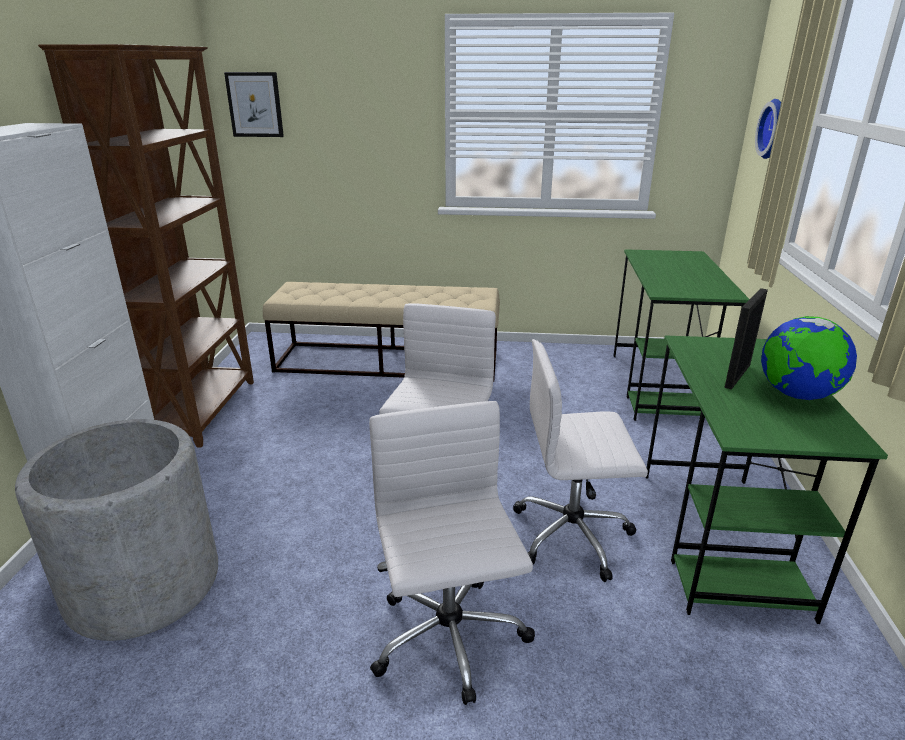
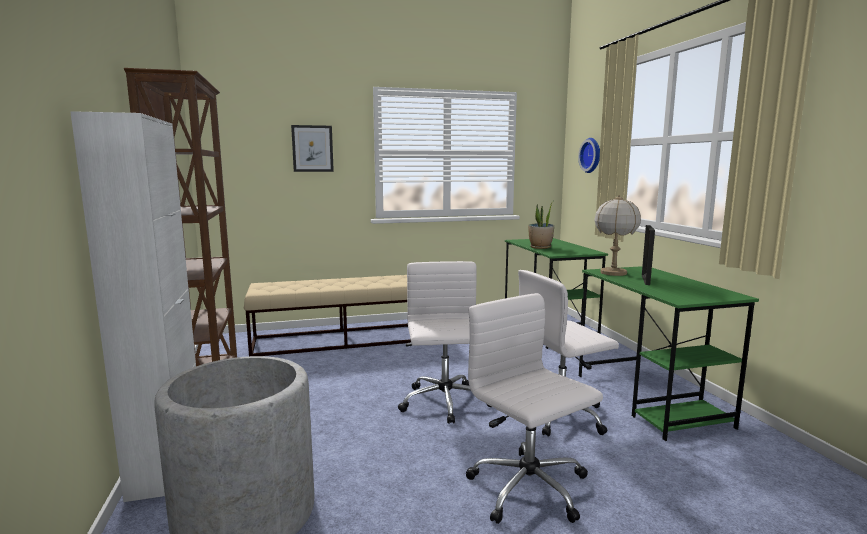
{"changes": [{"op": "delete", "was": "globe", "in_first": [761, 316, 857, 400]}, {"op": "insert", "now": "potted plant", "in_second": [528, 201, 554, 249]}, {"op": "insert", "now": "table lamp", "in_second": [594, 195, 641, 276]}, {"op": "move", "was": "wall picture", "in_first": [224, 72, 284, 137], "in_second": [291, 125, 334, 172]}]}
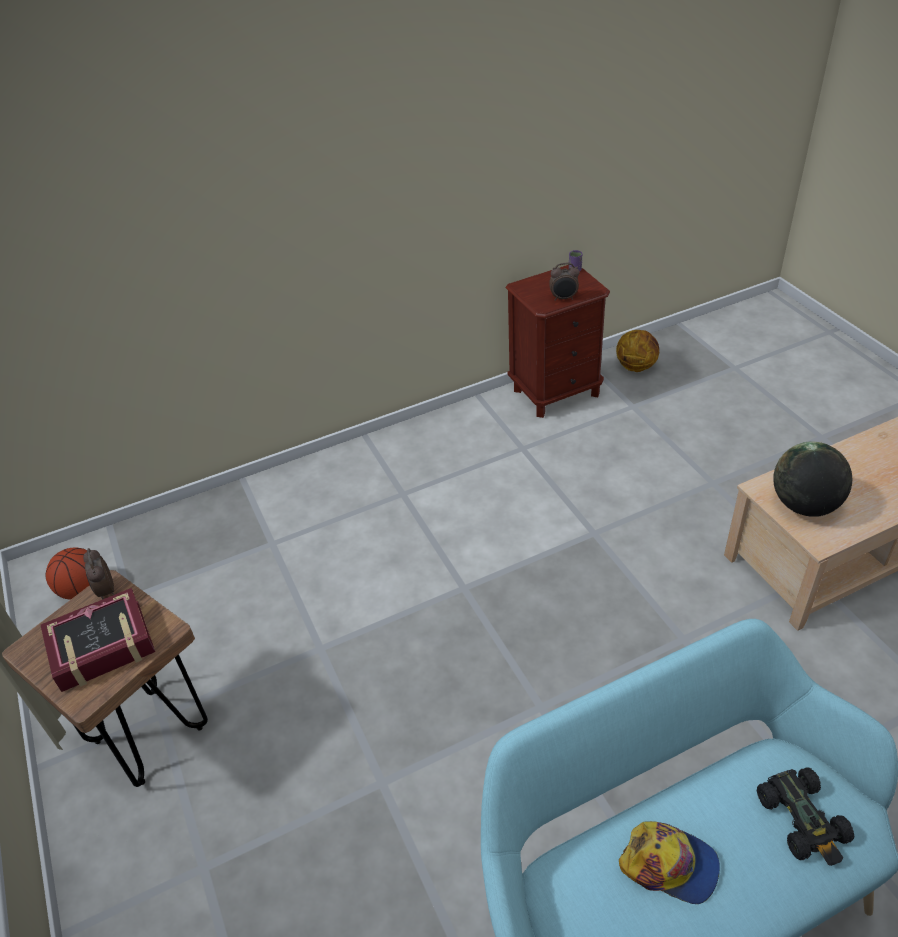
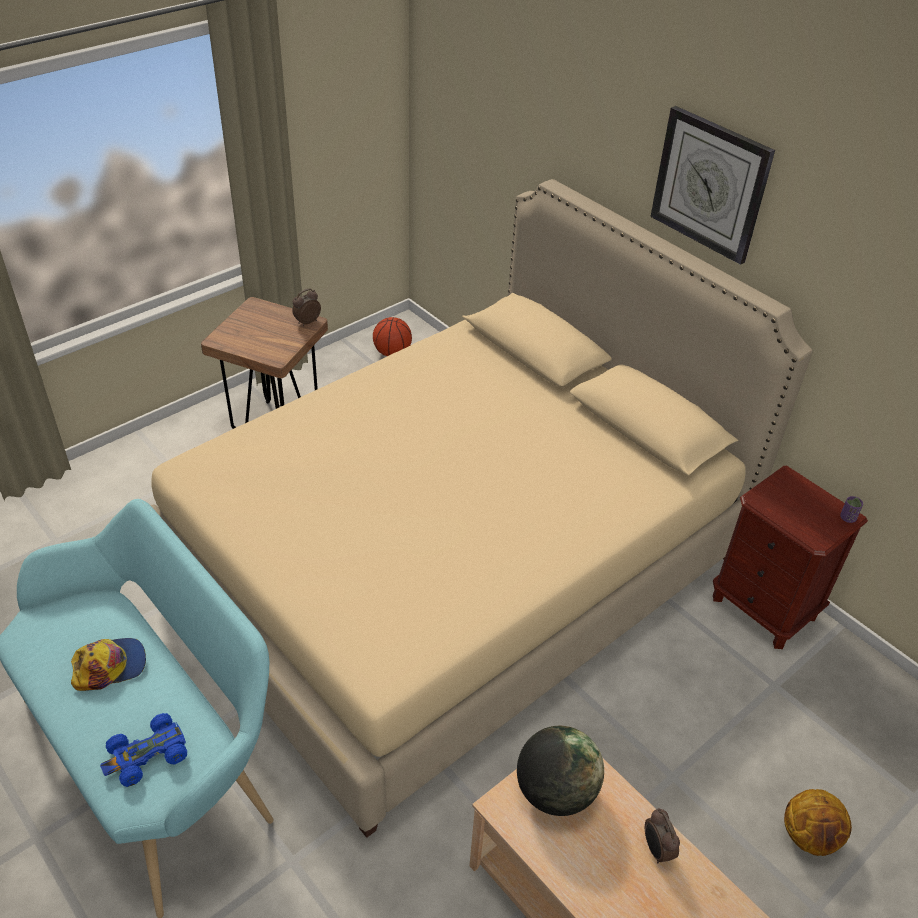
{"changes": [{"op": "delete", "was": "volume", "in_first": [41, 588, 155, 692]}, {"op": "insert", "now": "bed (beige-coloured)", "in_second": [150, 179, 813, 838]}, {"op": "insert", "now": "wall clock", "in_second": [650, 106, 775, 265]}, {"op": "move", "was": "bedside clock", "in_first": [549, 263, 580, 301], "in_second": [645, 808, 680, 863]}, {"op": "move", "was": "basketball", "in_first": [616, 330, 659, 372], "in_second": [784, 789, 852, 856]}, {"op": "recolor", "was": "model car (black-coloured)", "now": "model car (blue)", "in_first": [757, 767, 854, 866], "in_second": [100, 713, 187, 787]}, {"op": "rotate", "was": "baseball cap", "in_first": [619, 821, 720, 904], "in_second": [71, 638, 146, 691], "clockwise": -120}]}
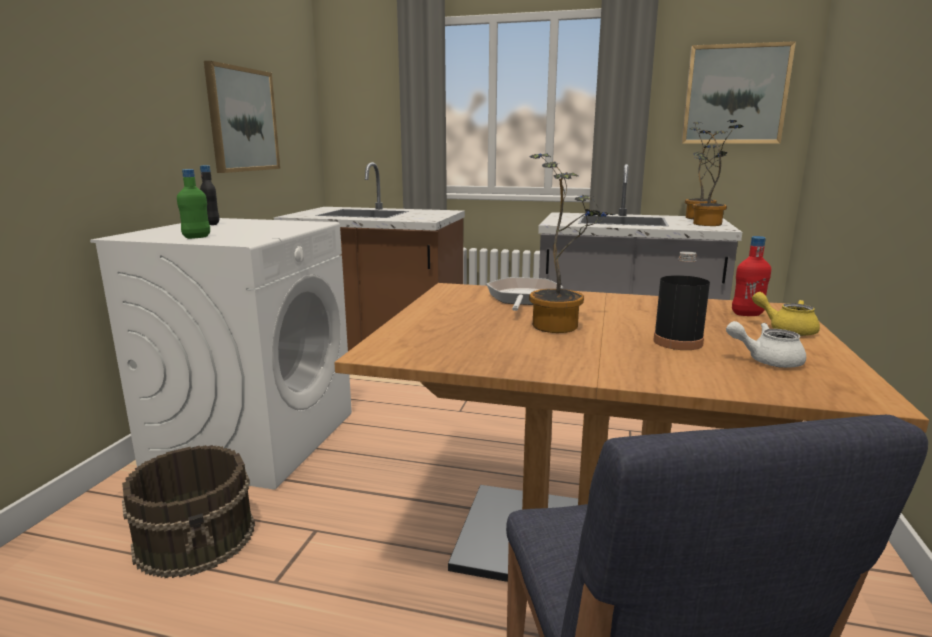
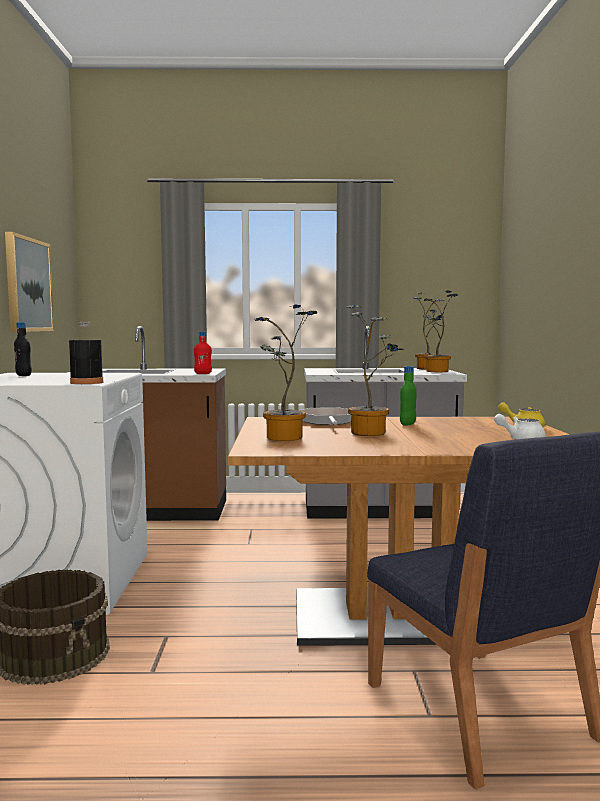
{"changes": [{"op": "delete", "was": "wall picture", "in_first": [681, 41, 796, 144]}, {"op": "insert", "now": "potted plant", "in_second": [255, 305, 317, 441]}, {"op": "move", "was": "bottle (greenish)", "in_first": [177, 169, 210, 239], "in_second": [400, 366, 417, 426]}, {"op": "move", "was": "bottle (black-coloured)", "in_first": [653, 251, 710, 350], "in_second": [69, 322, 103, 384]}, {"op": "move", "was": "bottle (red)", "in_first": [732, 236, 771, 316], "in_second": [194, 332, 212, 374]}]}
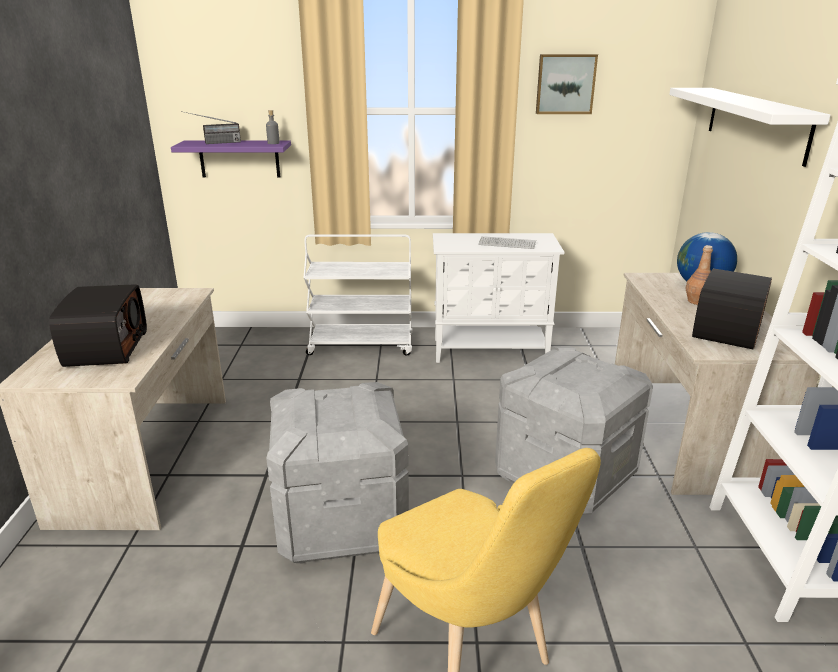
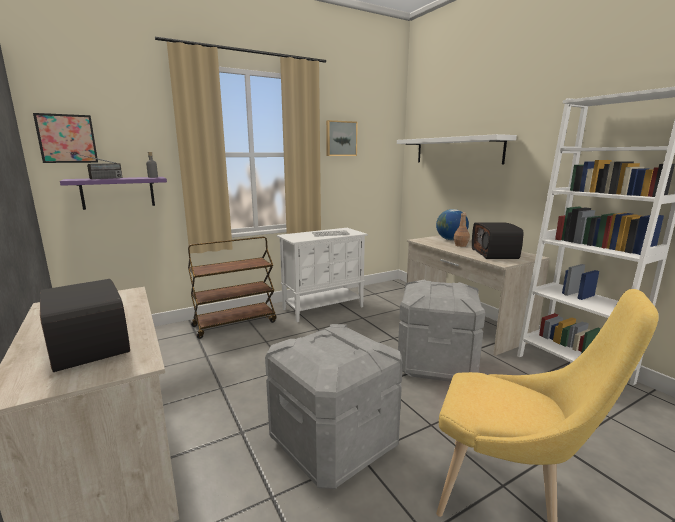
{"changes": [{"op": "insert", "now": "wall picture", "in_second": [33, 113, 98, 163]}, {"op": "recolor", "was": "trolley (whitish)", "now": "trolley (brownish)", "in_first": [303, 234, 413, 356], "in_second": [188, 237, 276, 339]}]}
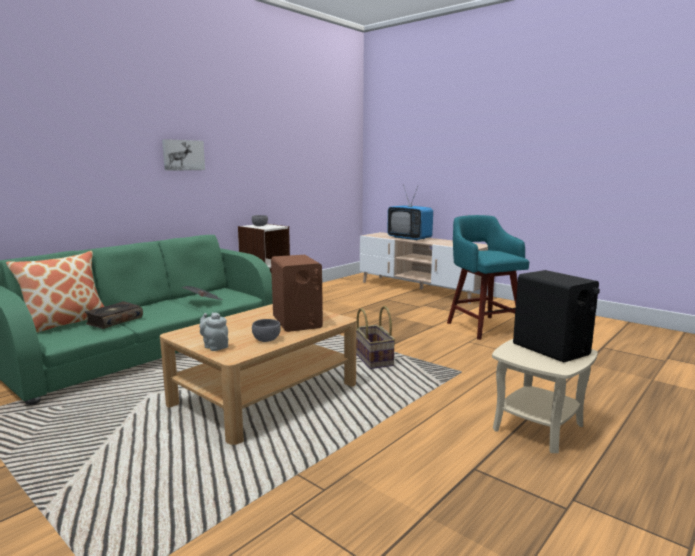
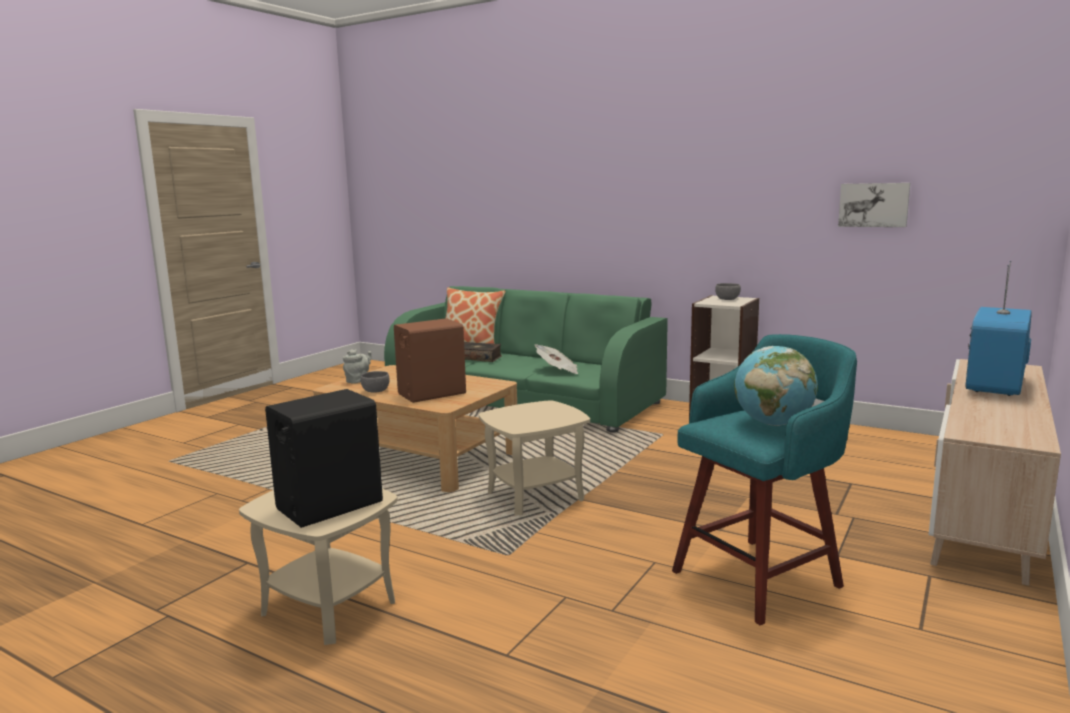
{"changes": [{"op": "insert", "now": "globe", "in_second": [734, 346, 818, 426]}, {"op": "move", "was": "wall picture", "in_first": [162, 139, 205, 171], "in_second": [838, 183, 910, 227]}, {"op": "replace", "was": "storage basket", "now": "end table (beige-coloured)", "in_first": [356, 306, 395, 369], "in_second": [479, 400, 590, 516]}]}
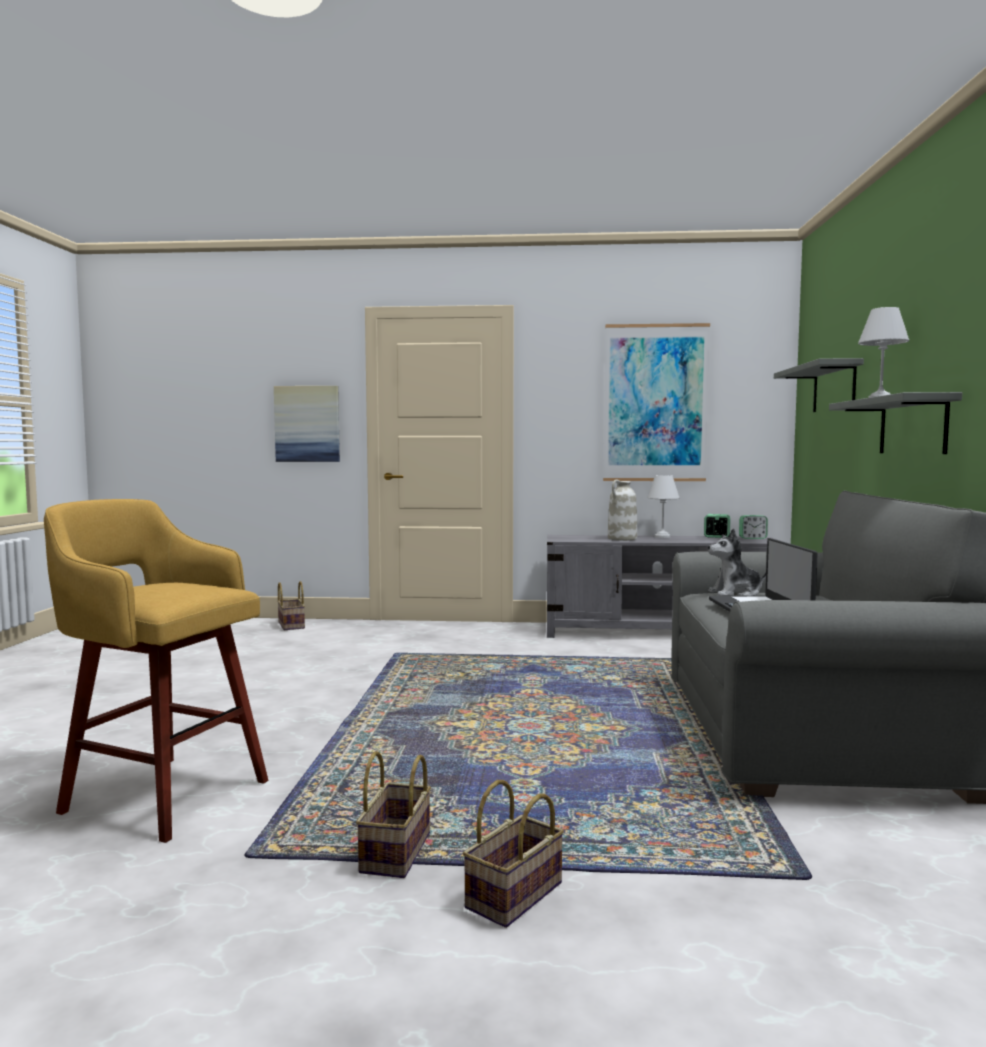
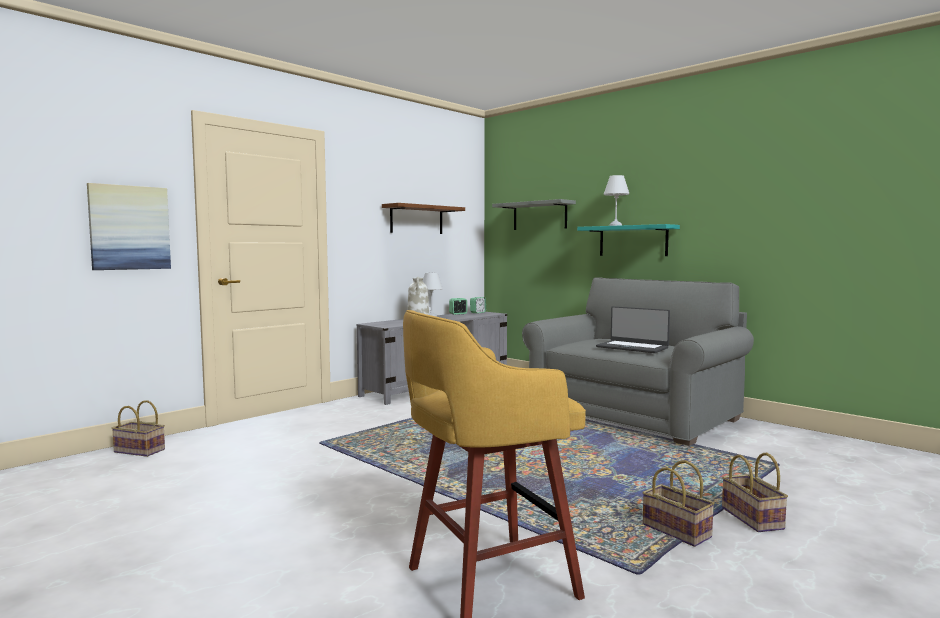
{"changes": [{"op": "delete", "was": "cuddly toy", "in_first": [708, 528, 766, 596]}, {"op": "replace", "was": "wall picture", "now": "bracket shelf (brownish)", "in_first": [603, 323, 710, 481], "in_second": [382, 203, 465, 234]}, {"op": "recolor", "was": "bracket shelf (grey)", "now": "bracket shelf (turquoise)", "in_first": [829, 392, 962, 454], "in_second": [577, 224, 680, 256]}]}
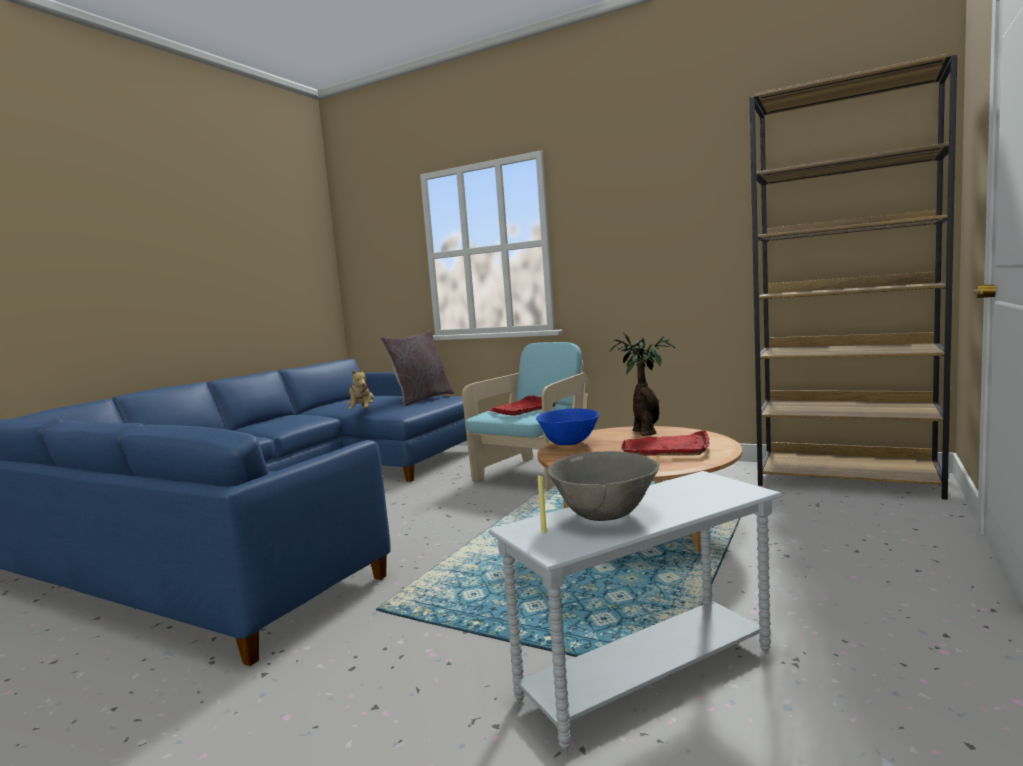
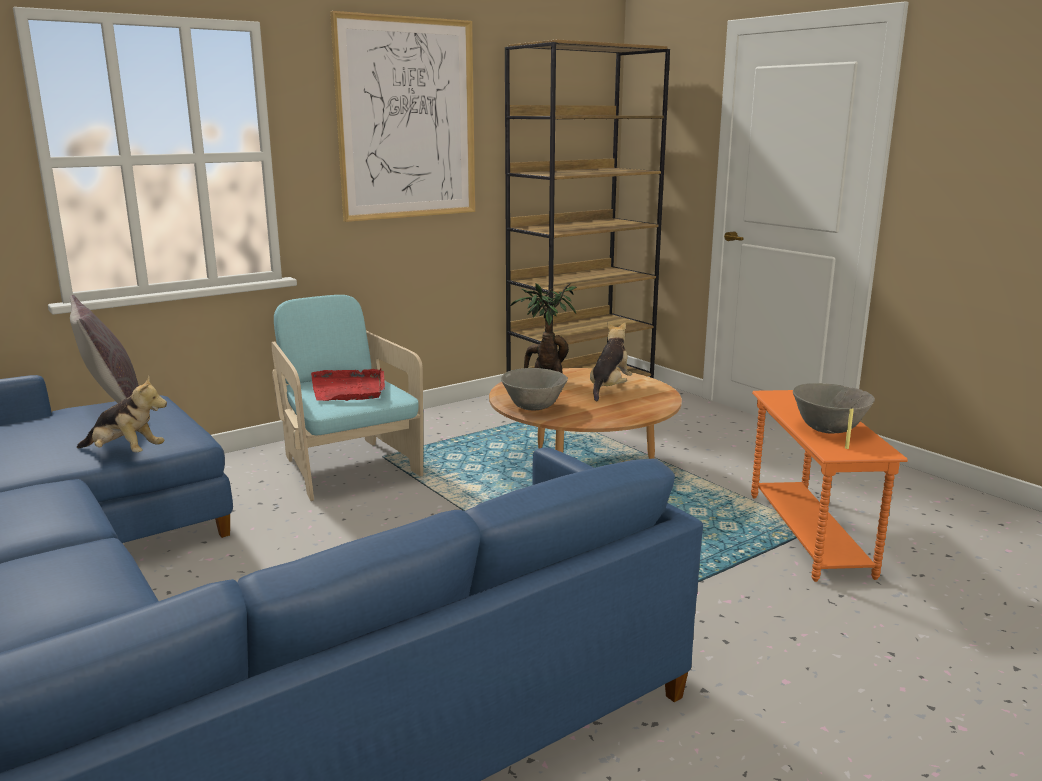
{"changes": [{"op": "insert", "now": "wall picture", "in_second": [330, 11, 475, 222]}, {"op": "replace", "was": "carrying tray (red)", "now": "cuddly toy", "in_first": [621, 430, 709, 456], "in_second": [590, 322, 632, 401]}, {"op": "recolor", "was": "end table (whitish)", "now": "end table (orange-coloured)", "in_first": [489, 471, 782, 751], "in_second": [751, 390, 908, 582]}, {"op": "recolor", "was": "bowl (blue)", "now": "bowl (grey)", "in_first": [536, 408, 599, 445], "in_second": [501, 368, 568, 411]}]}
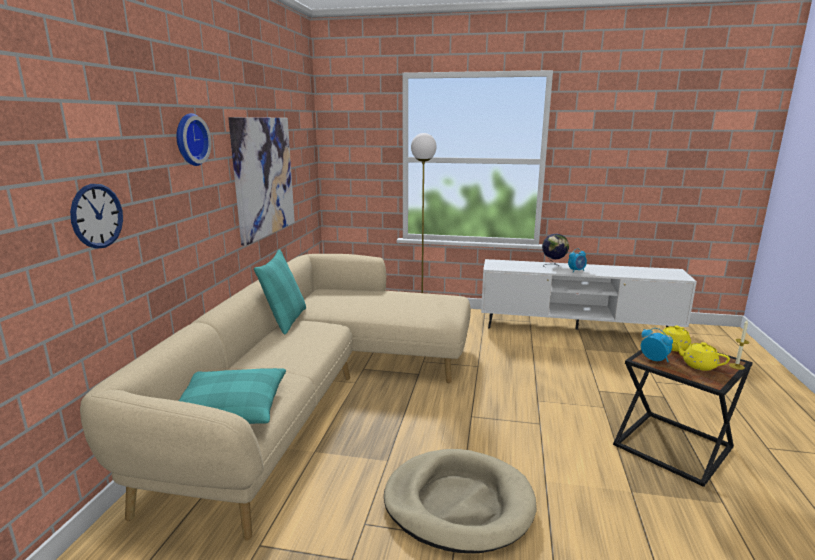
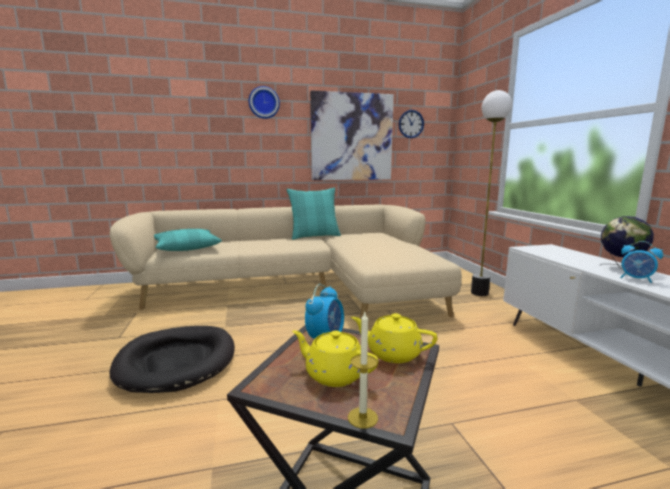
{"changes": [{"op": "move", "was": "wall clock", "in_first": [70, 184, 123, 249], "in_second": [399, 110, 424, 138]}, {"op": "recolor", "was": "dog bed (beige-coloured)", "now": "dog bed (black-coloured)", "in_first": [384, 449, 537, 553], "in_second": [109, 326, 235, 393]}, {"op": "rotate", "was": "pot for tea (yellow-coloured)", "in_first": [673, 341, 730, 371], "in_second": [292, 330, 378, 387], "clockwise": -75}]}
